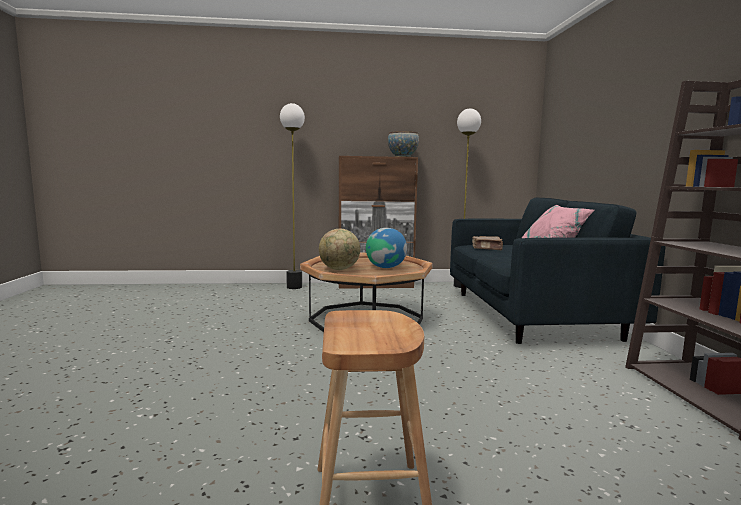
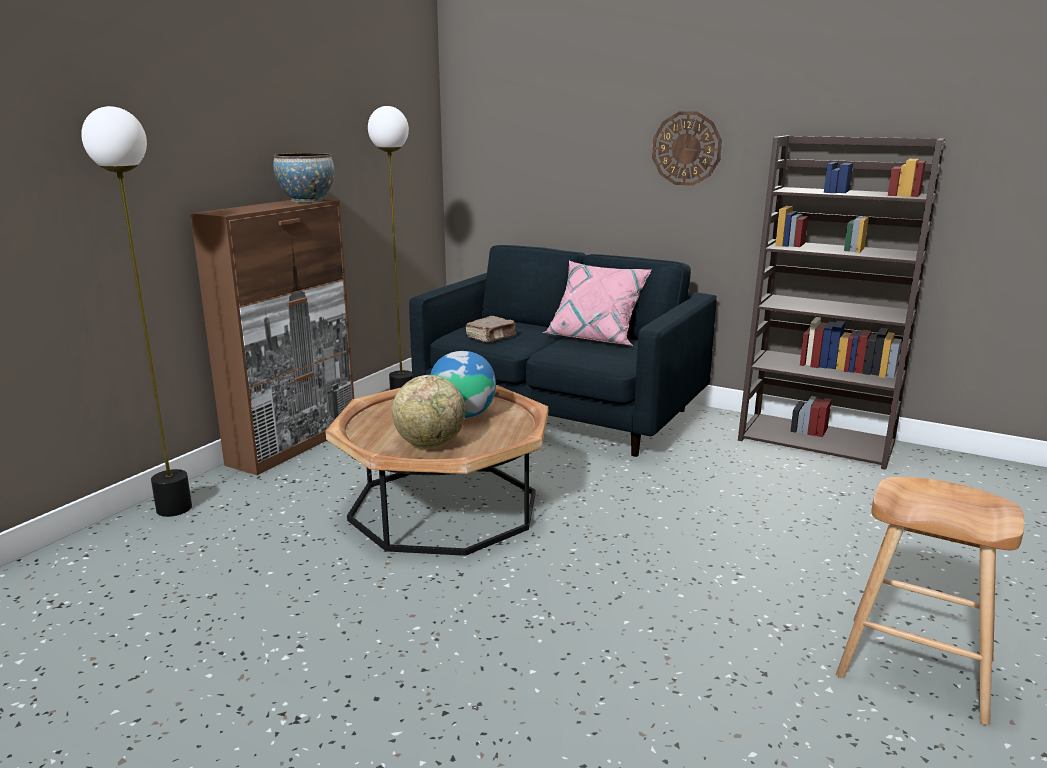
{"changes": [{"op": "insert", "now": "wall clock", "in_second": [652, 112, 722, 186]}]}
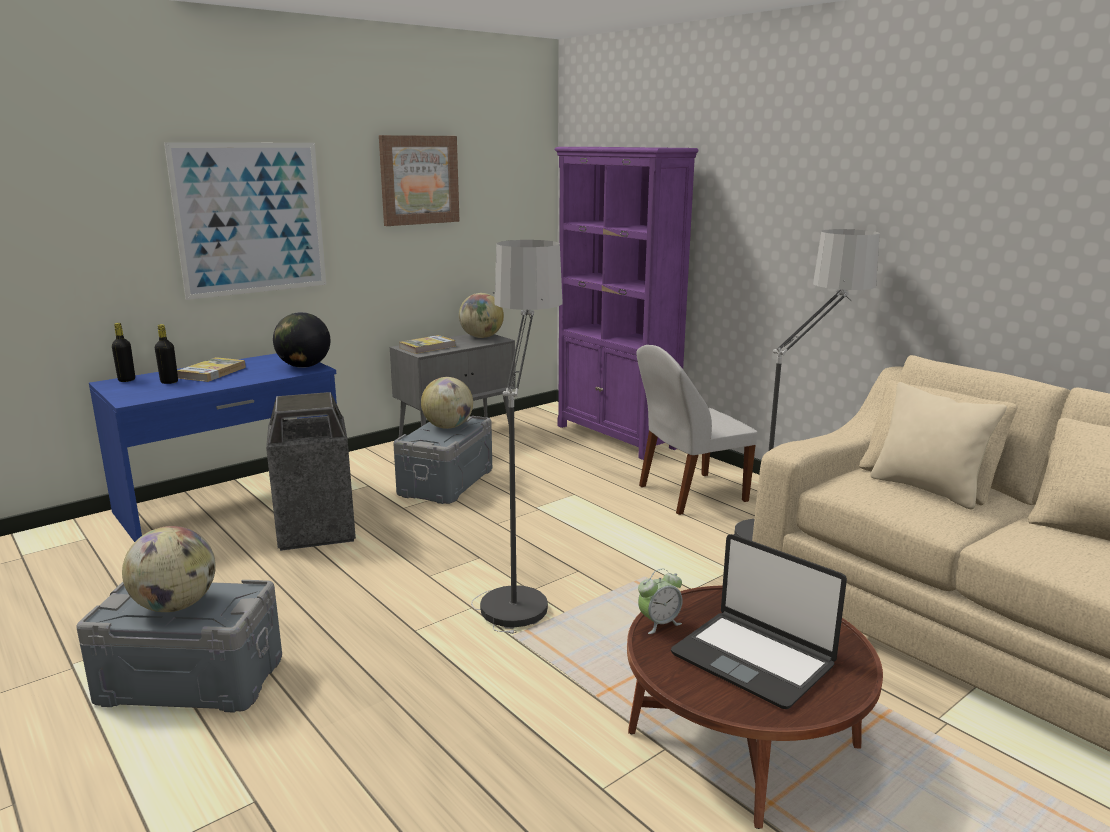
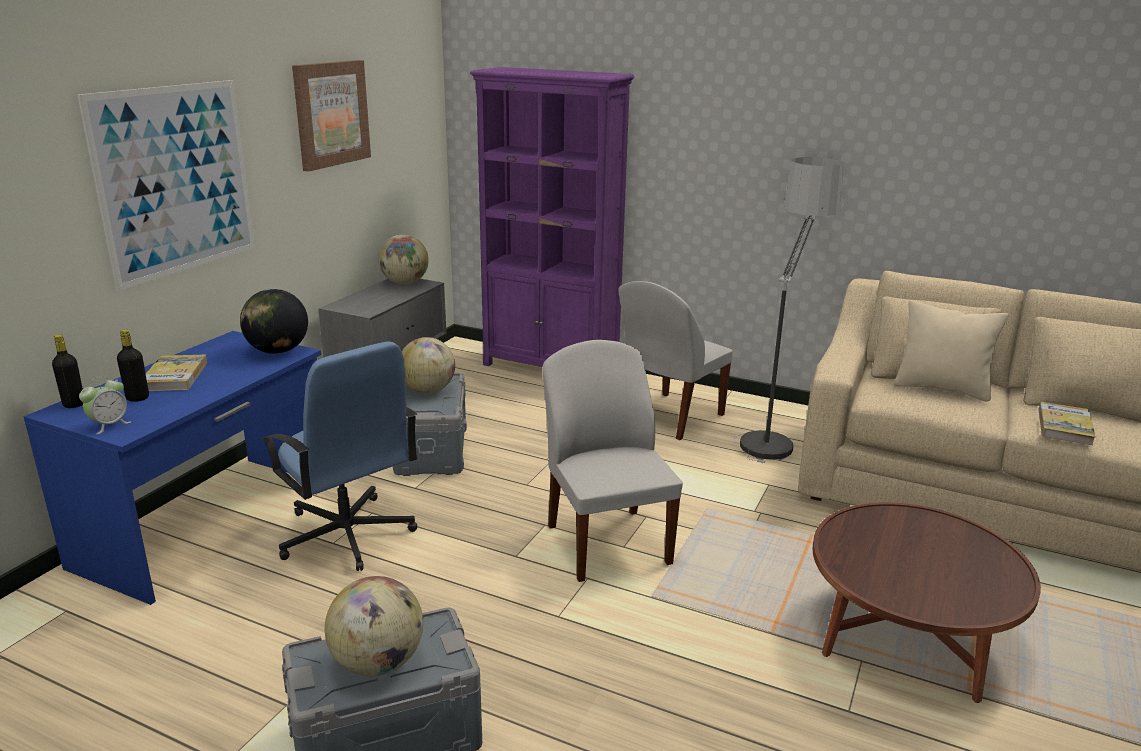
{"changes": [{"op": "delete", "was": "notebook computer", "in_first": [671, 534, 847, 709]}, {"op": "move", "was": "volume", "in_first": [399, 335, 456, 354], "in_second": [1038, 401, 1096, 445]}, {"op": "move", "was": "bedside clock", "in_first": [638, 569, 683, 634], "in_second": [79, 376, 131, 434]}, {"op": "replace", "was": "trash can", "now": "office chair (blue)", "in_first": [266, 392, 356, 551], "in_second": [261, 341, 417, 571]}, {"op": "replace", "was": "standing lamp", "now": "plain chair (whitish)", "in_first": [471, 240, 563, 634], "in_second": [543, 340, 683, 582]}]}
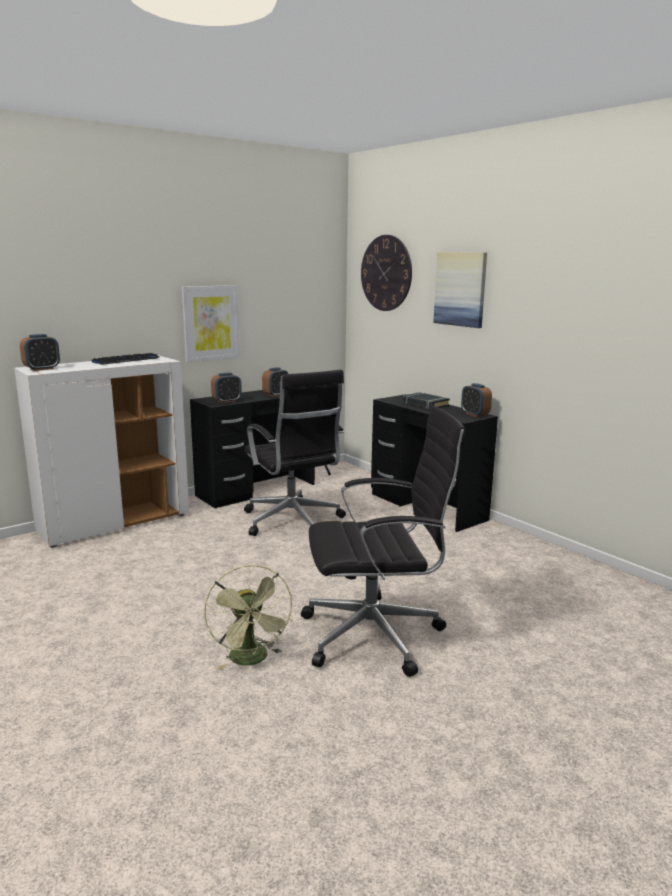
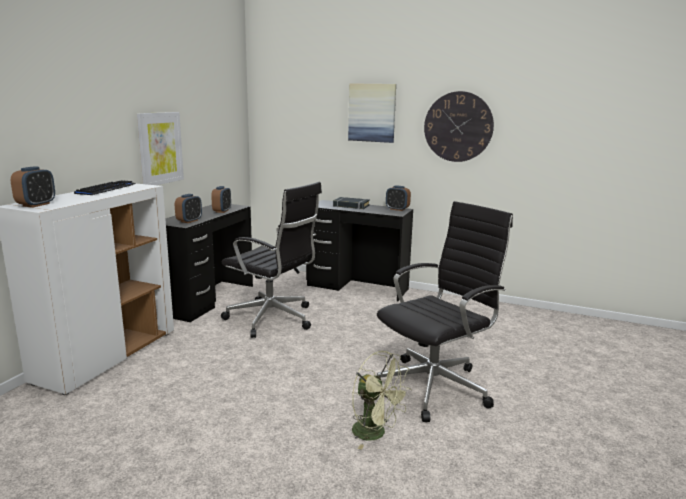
{"changes": [{"op": "move", "was": "wall clock", "in_first": [361, 235, 412, 311], "in_second": [424, 91, 494, 162]}]}
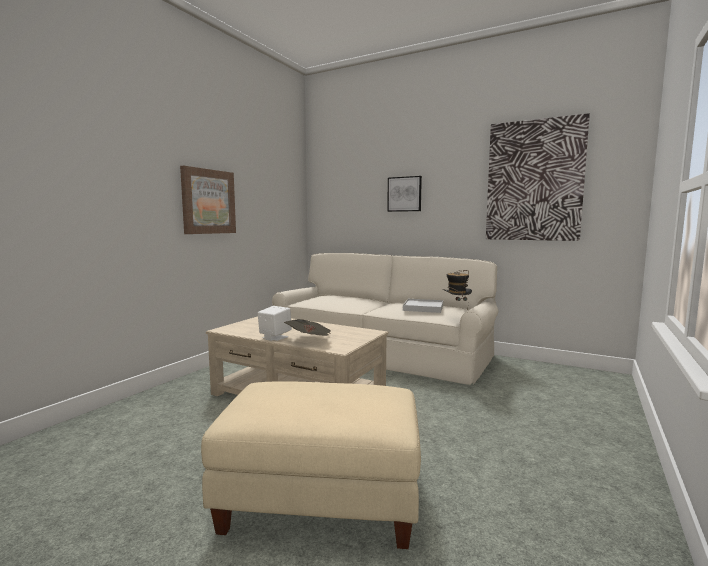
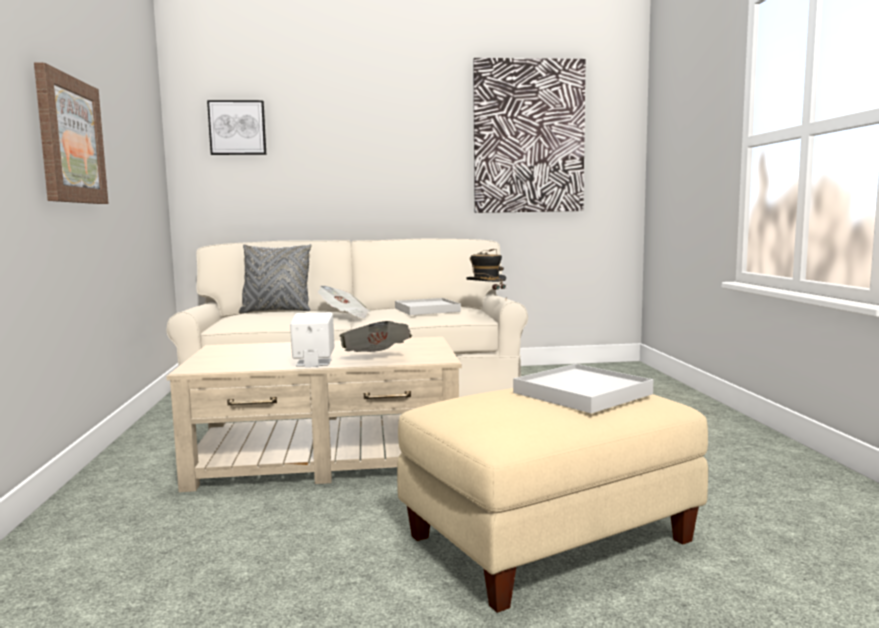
{"changes": [{"op": "insert", "now": "throw pillow (grey)", "in_second": [239, 244, 312, 313]}, {"op": "insert", "now": "newspaper", "in_second": [318, 285, 370, 318]}, {"op": "insert", "now": "carrying tray (whitish)", "in_second": [513, 364, 653, 414]}, {"op": "move", "was": "wall picture", "in_first": [387, 176, 422, 212], "in_second": [207, 100, 266, 155]}]}
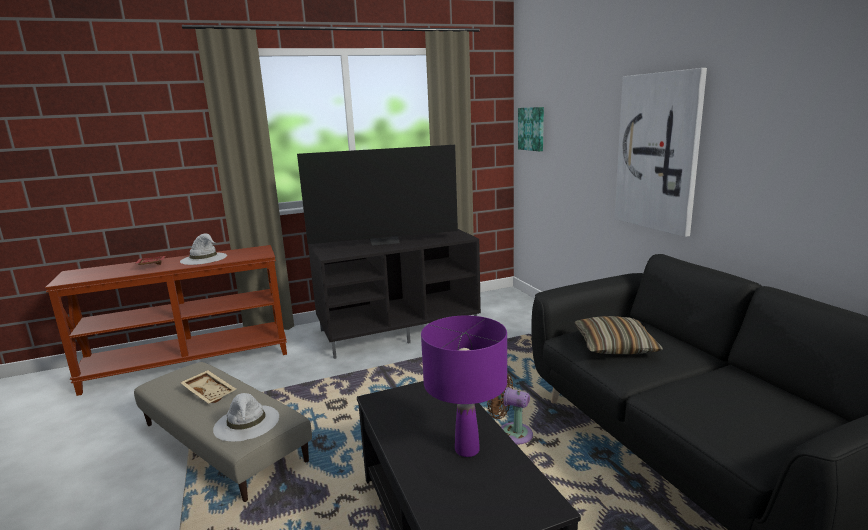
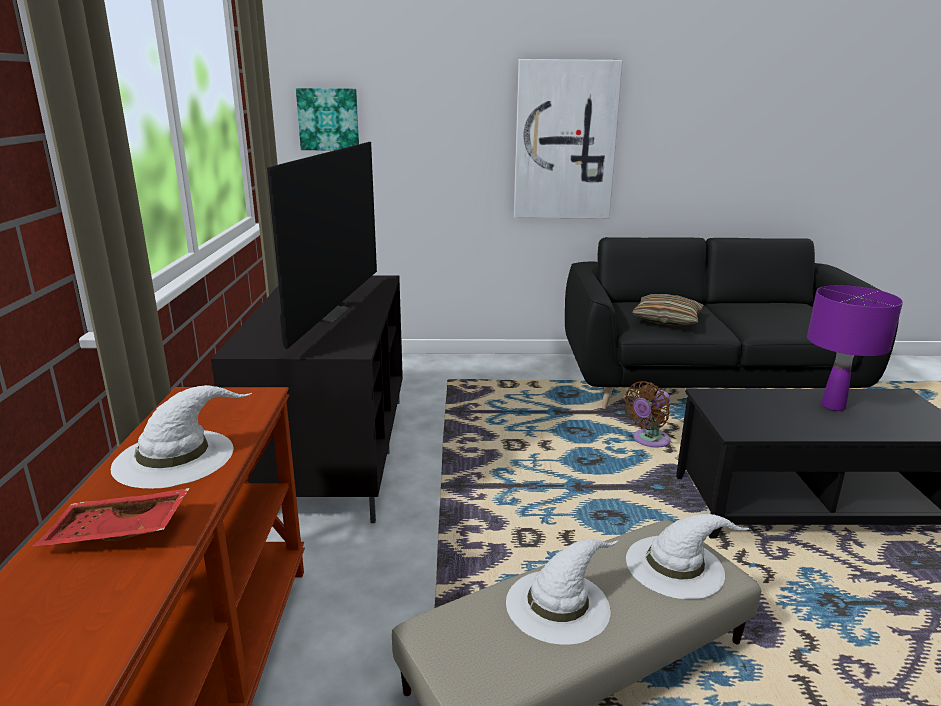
{"changes": [{"op": "replace", "was": "carrying tray (beige-coloured)", "now": "hat (whitish)", "in_first": [180, 370, 236, 404], "in_second": [506, 539, 618, 645]}]}
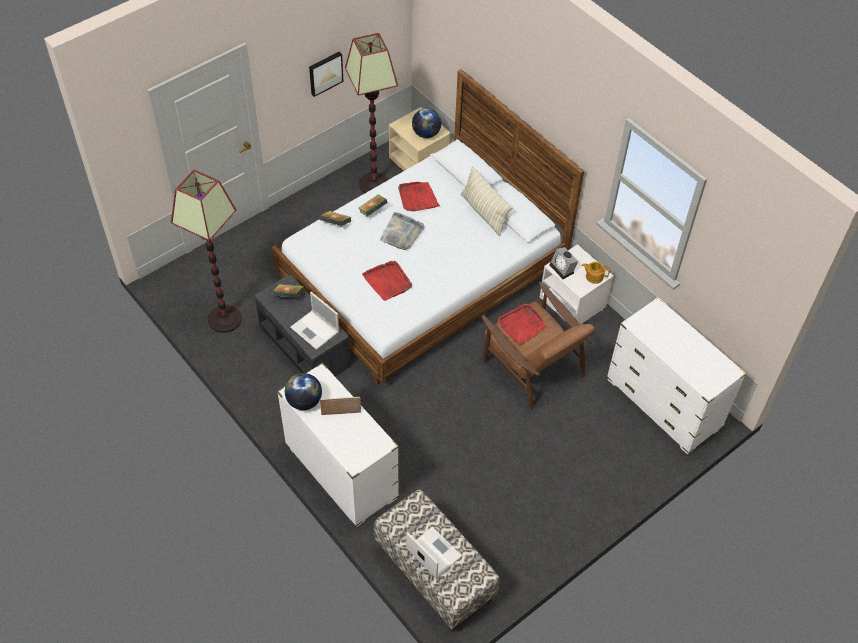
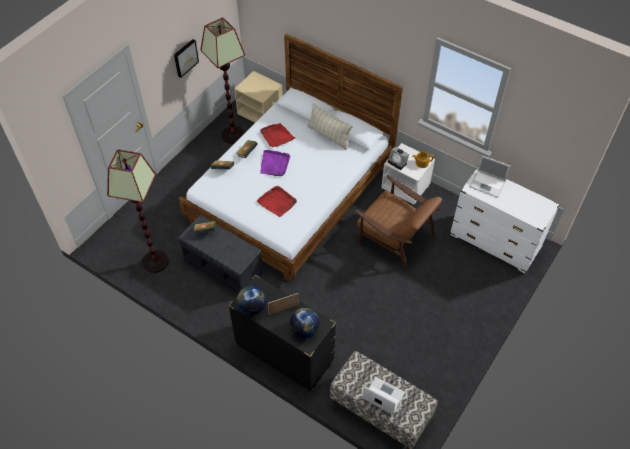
{"changes": [{"op": "delete", "was": "carrying tray (red)", "in_first": [498, 304, 547, 345]}, {"op": "move", "was": "notebook computer", "in_first": [290, 292, 339, 350], "in_second": [469, 155, 510, 198]}, {"op": "move", "was": "globe", "in_first": [412, 108, 441, 138], "in_second": [290, 308, 320, 338]}, {"op": "recolor", "was": "dresser (whitish)", "now": "dresser (black-coloured)", "in_first": [277, 362, 399, 528], "in_second": [228, 275, 336, 393]}, {"op": "recolor", "was": "carrying tray (grey)", "now": "carrying tray (purple)", "in_first": [380, 212, 425, 250], "in_second": [260, 150, 290, 176]}]}
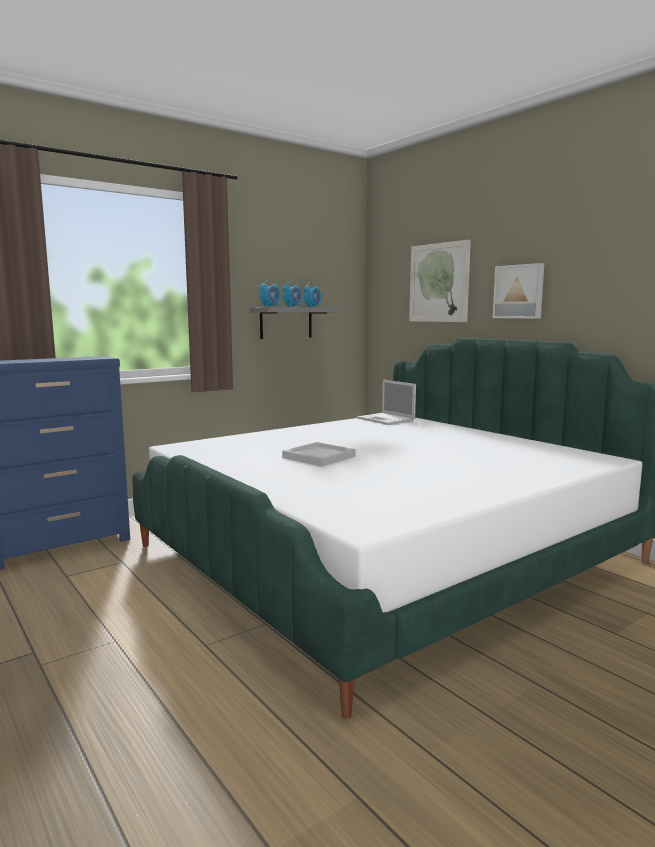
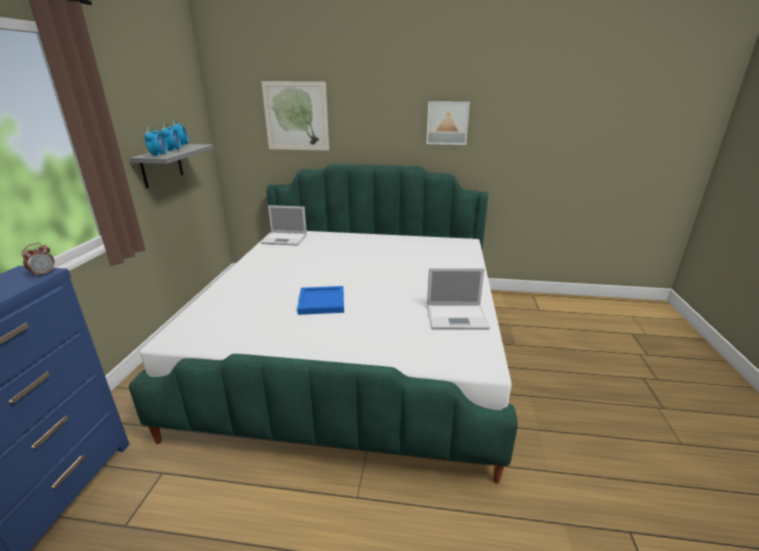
{"changes": [{"op": "insert", "now": "bedside clock", "in_second": [22, 243, 55, 278]}, {"op": "insert", "now": "notebook computer", "in_second": [427, 268, 490, 329]}, {"op": "move", "was": "wall picture", "in_first": [493, 263, 544, 319], "in_second": [426, 101, 470, 145]}, {"op": "recolor", "was": "carrying tray (whitish)", "now": "carrying tray (blue)", "in_first": [282, 442, 356, 467], "in_second": [297, 286, 344, 315]}]}
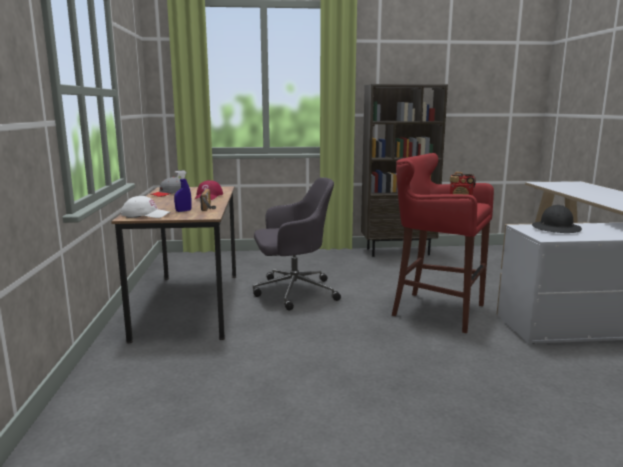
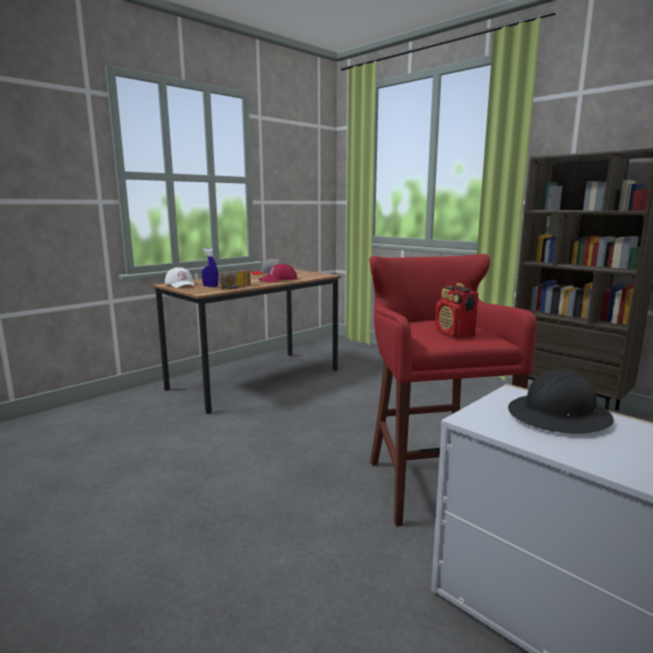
{"changes": [{"op": "delete", "was": "office chair (grey)", "in_first": [253, 177, 341, 310]}]}
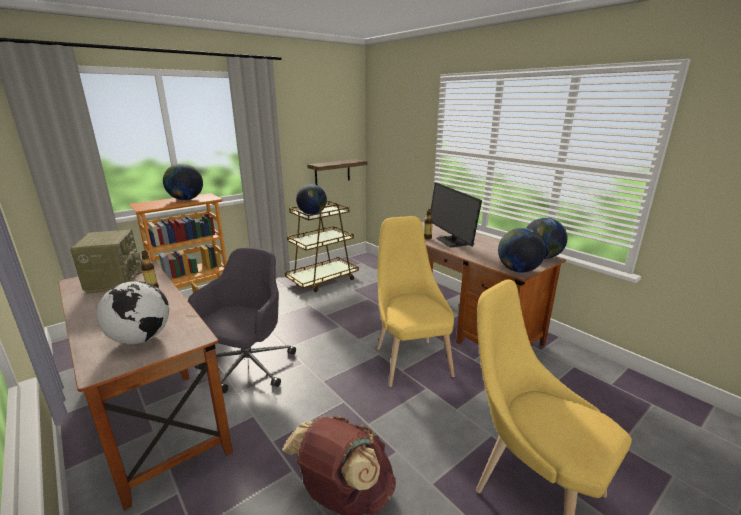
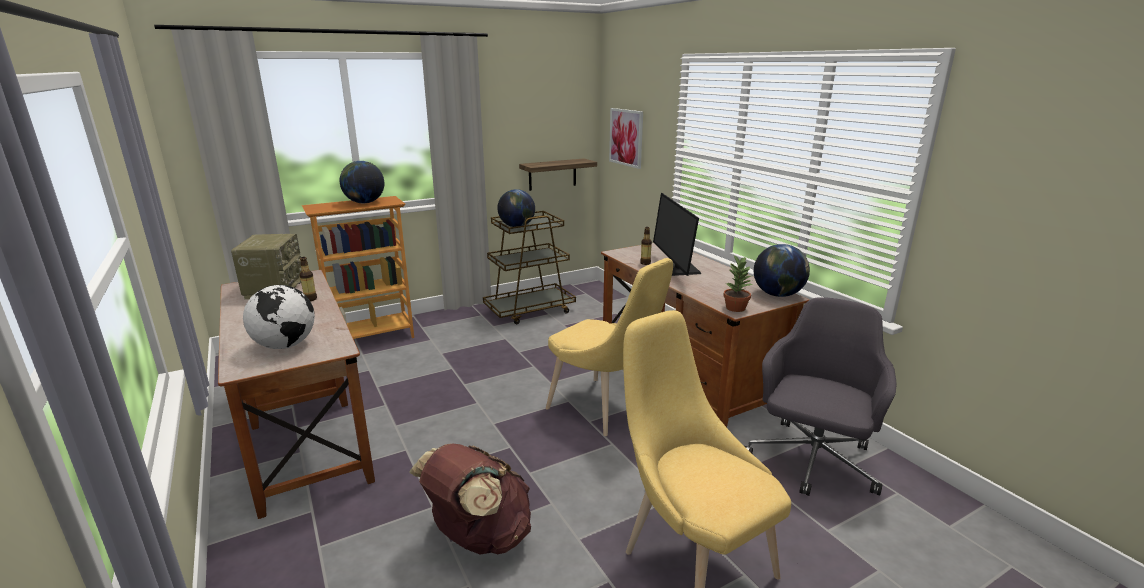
{"changes": [{"op": "insert", "now": "wall picture", "in_second": [609, 108, 643, 169]}, {"op": "move", "was": "office chair (grey)", "in_first": [188, 247, 296, 393], "in_second": [744, 297, 897, 496]}, {"op": "replace", "was": "globe", "now": "potted plant", "in_first": [498, 228, 546, 273], "in_second": [723, 254, 753, 312]}, {"op": "rotate", "was": "plain chair (yellow-coloured)", "in_first": [377, 216, 455, 387], "in_second": [546, 258, 673, 436], "clockwise": 135}]}
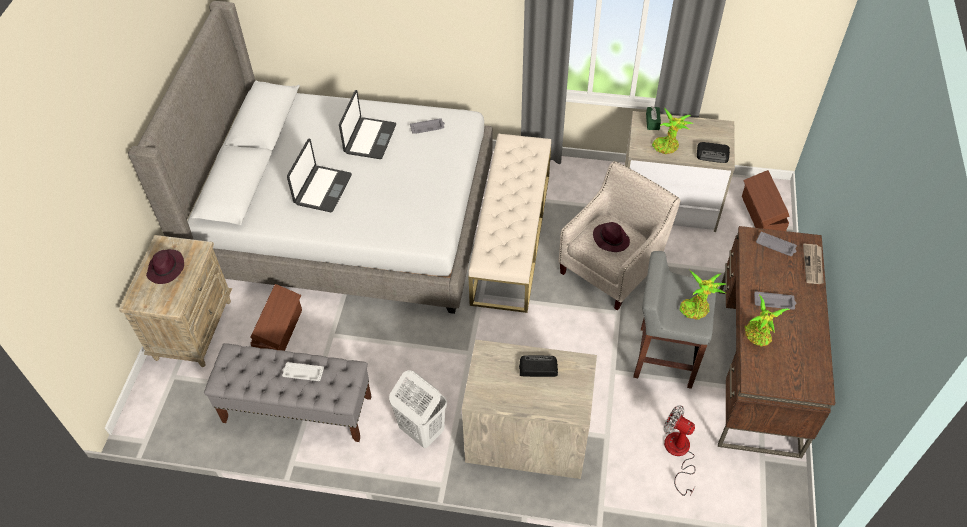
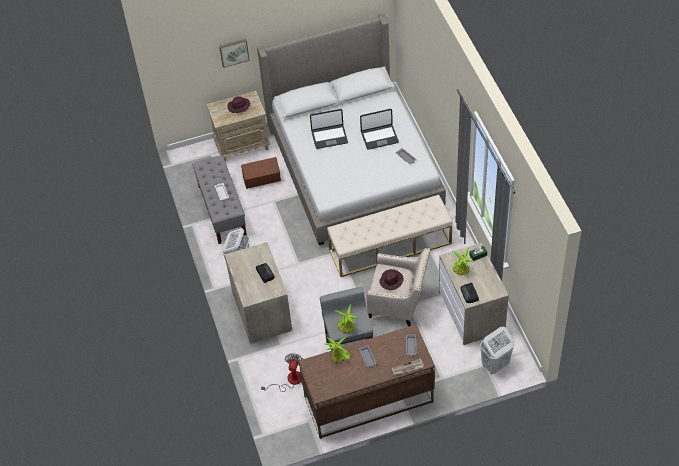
{"changes": [{"op": "insert", "now": "wall picture", "in_second": [219, 39, 250, 68]}, {"op": "replace", "was": "storage bin (brownish)", "now": "hamper (whitish)", "in_first": [742, 170, 789, 231], "in_second": [480, 327, 514, 374]}]}
